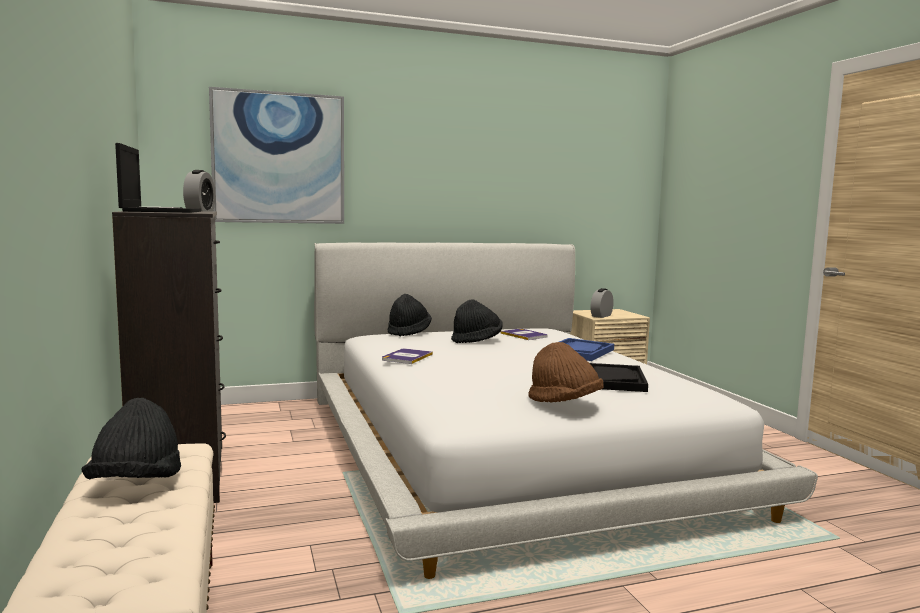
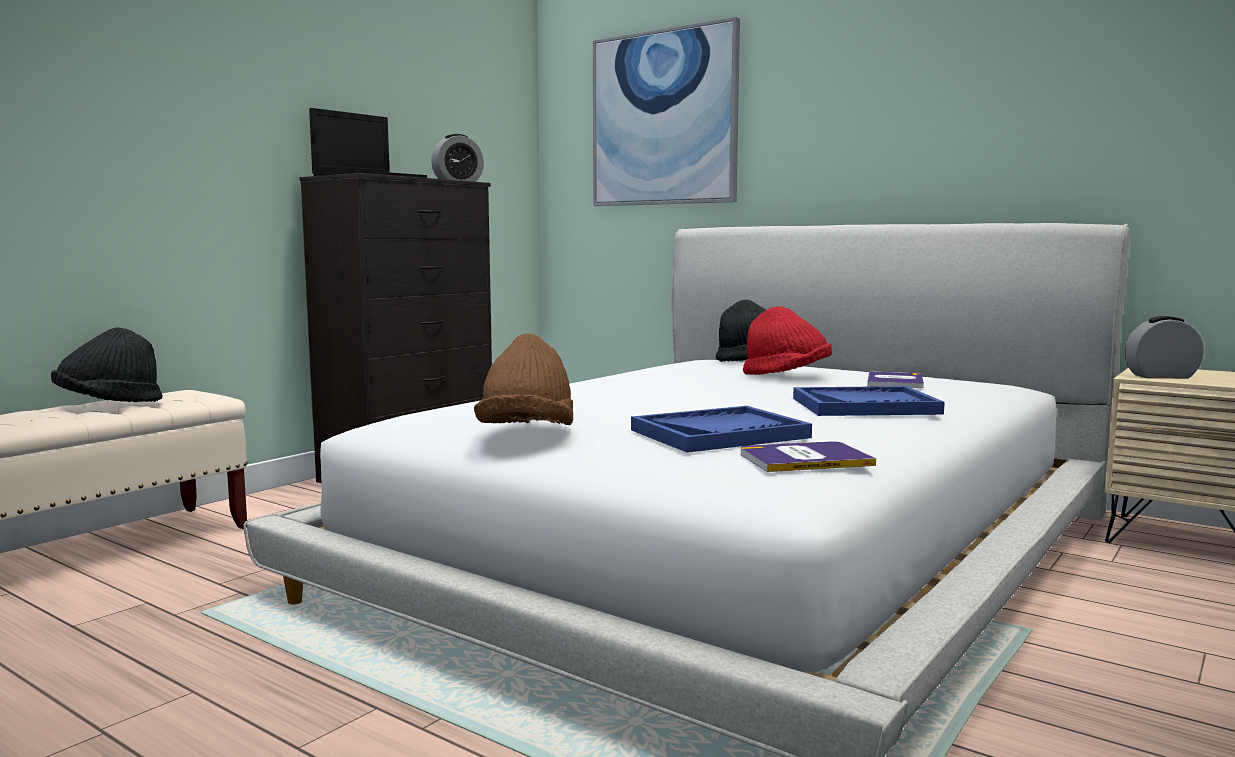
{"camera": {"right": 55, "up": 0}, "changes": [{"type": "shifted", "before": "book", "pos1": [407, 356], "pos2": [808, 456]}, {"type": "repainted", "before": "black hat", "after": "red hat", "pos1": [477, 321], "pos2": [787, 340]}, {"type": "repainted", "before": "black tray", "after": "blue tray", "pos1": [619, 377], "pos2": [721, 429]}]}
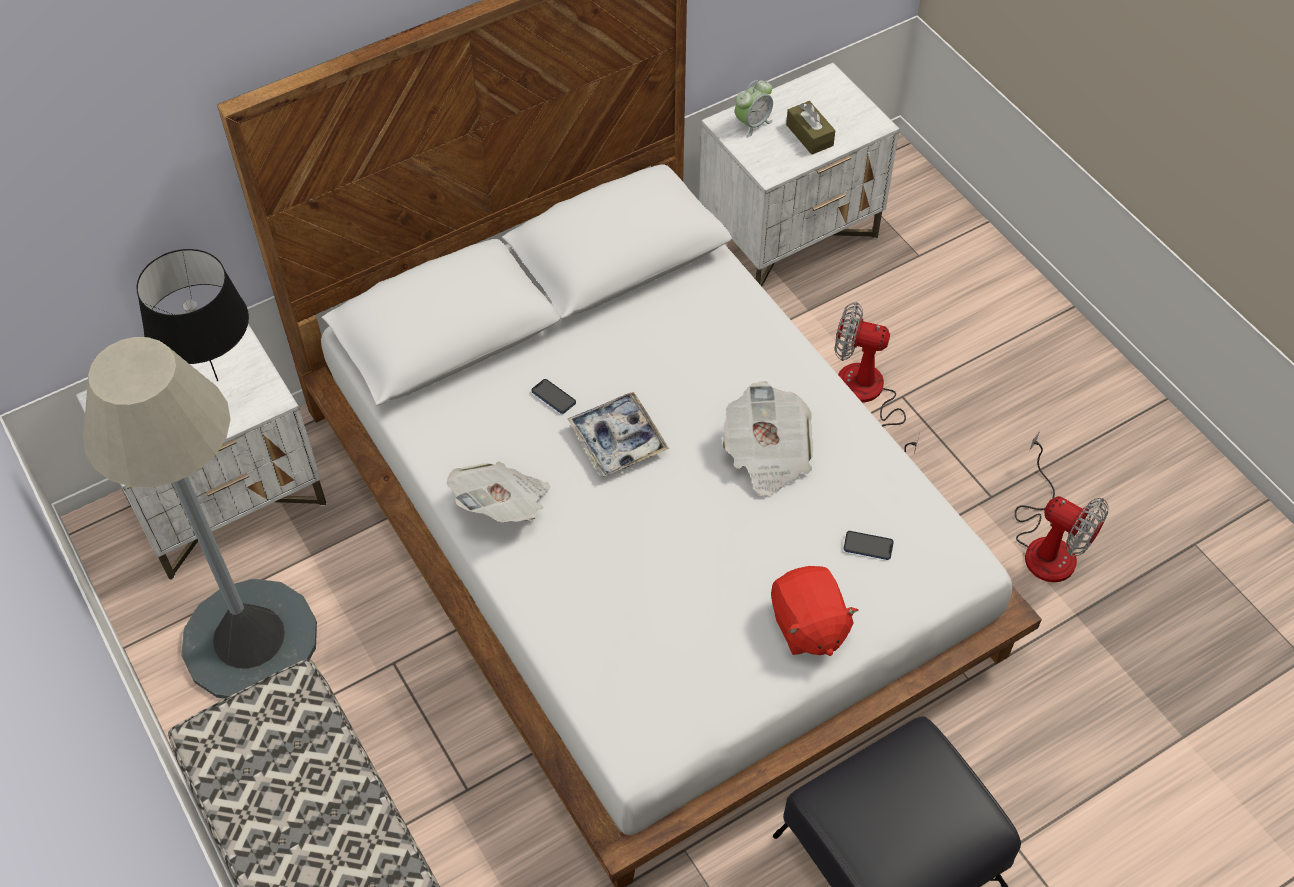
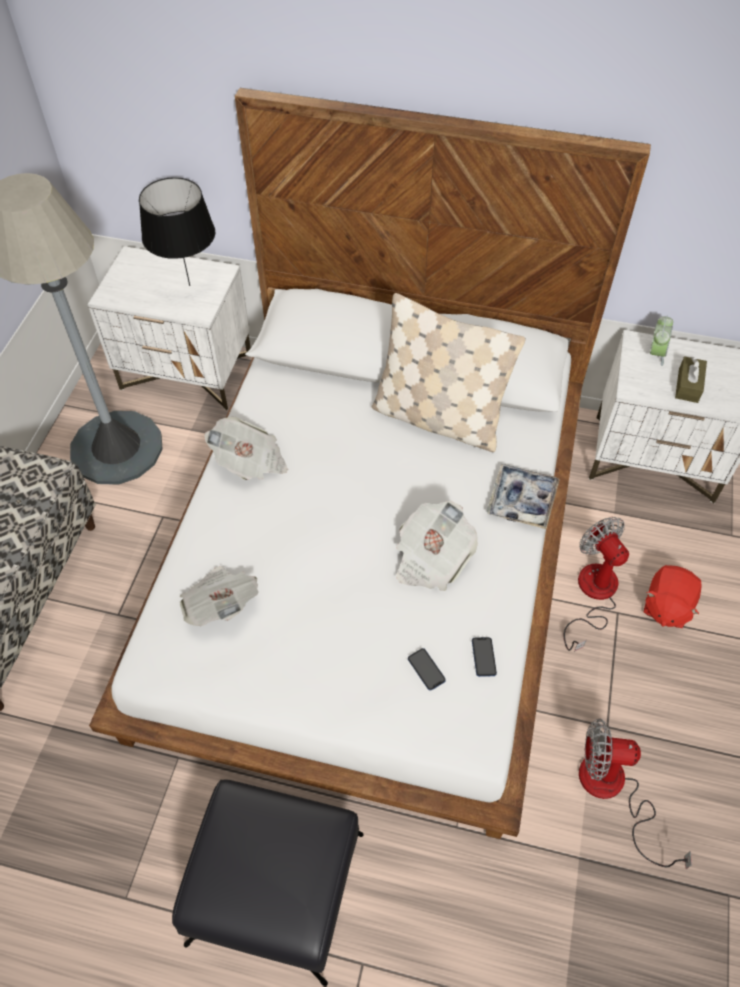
{"camera": {"right": 45, "up": 0}, "changes": [{"type": "shifted", "before": "phone", "pos1": [554, 396], "pos2": [484, 657]}, {"type": "shifted", "before": "tray", "pos1": [618, 434], "pos2": [523, 496]}, {"type": "rotated", "before": "alarm clock", "pos1": [754, 109], "pos2": [661, 341], "turn": -75}, {"type": "shifted", "before": "red plush toy", "pos1": [815, 611], "pos2": [672, 596]}, {"type": "rotated", "before": "fan", "pos1": [1061, 506], "pos2": [635, 794], "turn": 105}, {"type": "new", "after": "newspaper", "pos2": [219, 596]}, {"type": "new", "after": "beige pillow", "pos2": [448, 372]}]}
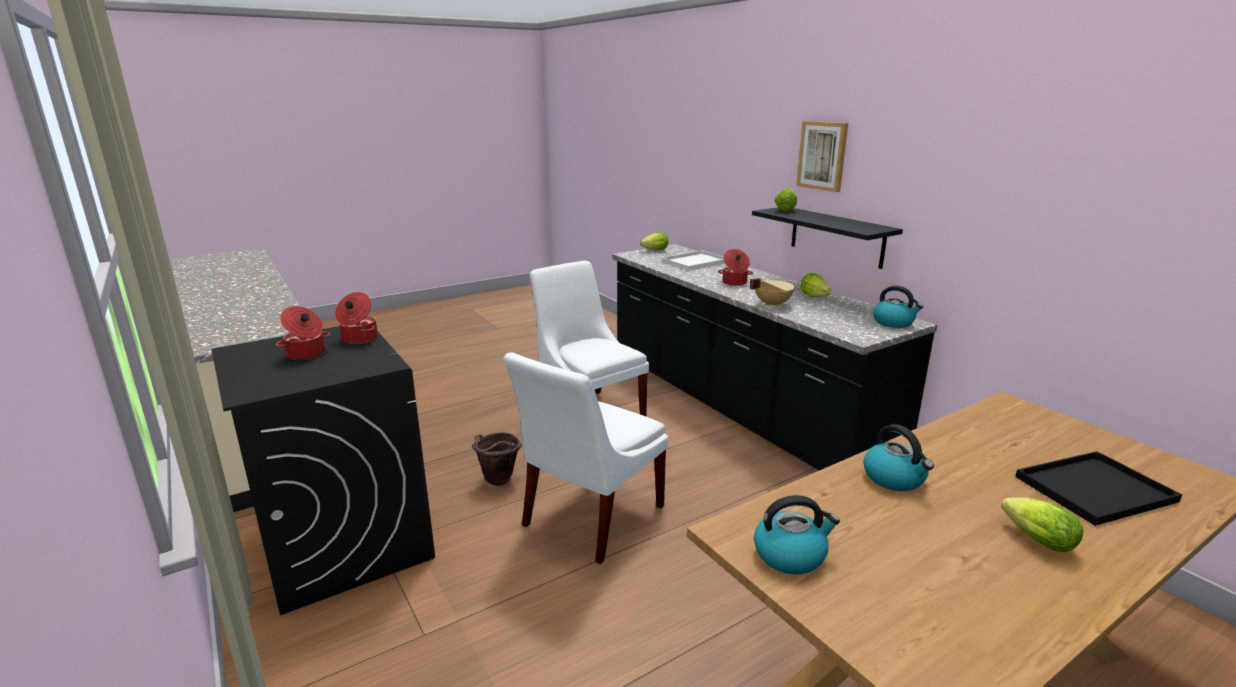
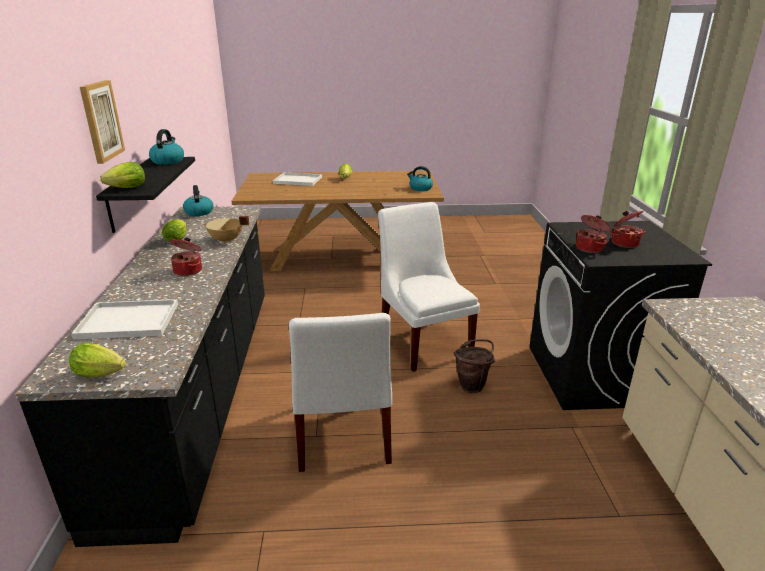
{"camera": {"right": -150, "up": 5}, "changes": [{"type": "rotated", "before": "white chair", "pos1": [586, 458], "pos2": [429, 287], "turn": -90}, {"type": "shifted", "before": "kettle", "pos1": [898, 457], "pos2": [166, 147]}, {"type": "repainted", "before": "black tray", "after": "white tray", "pos1": [1098, 488], "pos2": [297, 179]}]}
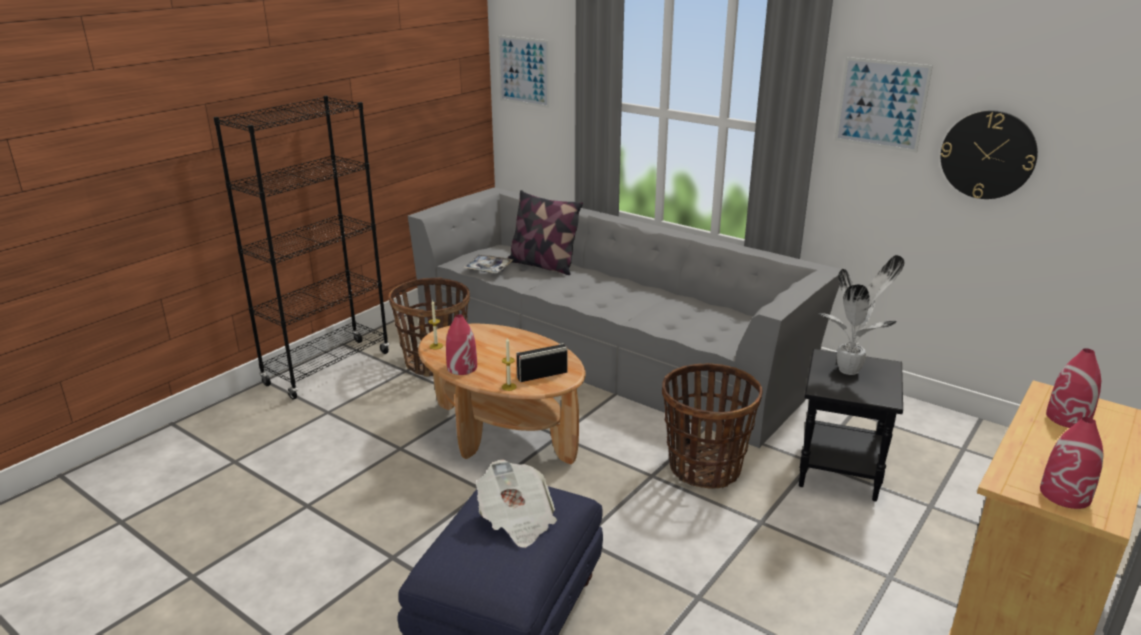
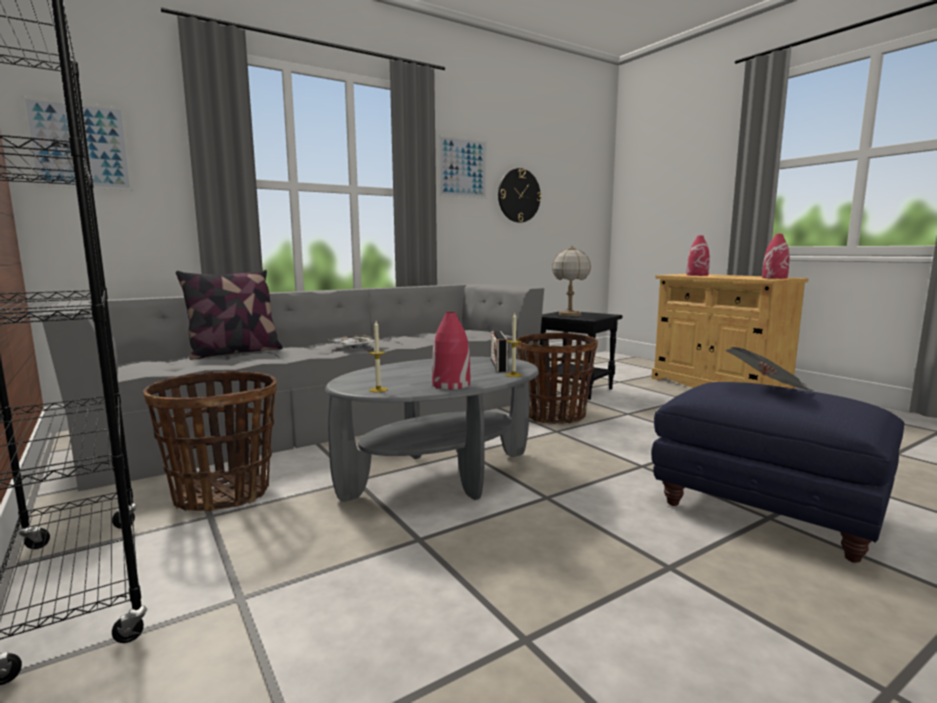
{"camera": {"right": -70, "up": -15}, "changes": [{"type": "repainted", "before": "brown coffee table", "after": "grey coffee table", "pos1": [502, 394], "pos2": [432, 429]}, {"type": "shifted", "before": "tray", "pos1": [488, 264], "pos2": [357, 341]}, {"type": "swapped", "before": "potted plant", "after": "table lamp", "pos1": [861, 315], "pos2": [571, 281]}]}
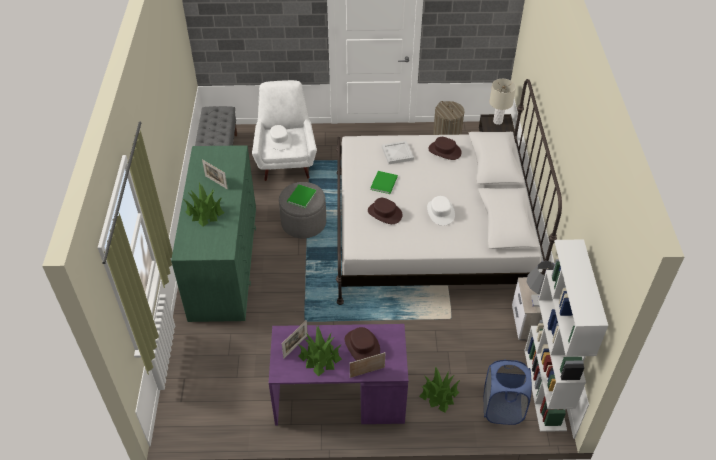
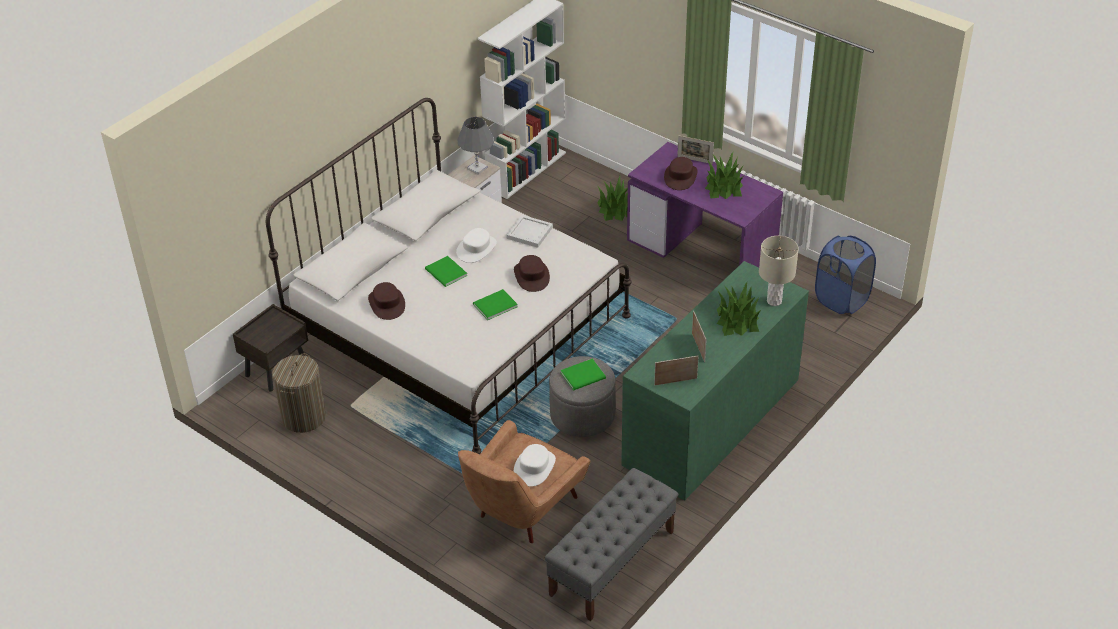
{"camera": {"right": -140, "up": -5}, "changes": [{"type": "repainted", "before": "white armchair", "after": "brown armchair", "pos1": [284, 130], "pos2": [524, 481]}, {"type": "shifted", "before": "picture frame", "pos1": [295, 339], "pos2": [676, 370]}, {"type": "shifted", "before": "white tray", "pos1": [398, 152], "pos2": [529, 231]}, {"type": "shifted", "before": "blue laundry basket", "pos1": [508, 392], "pos2": [845, 275]}, {"type": "shifted", "before": "beige table lamp", "pos1": [502, 102], "pos2": [779, 271]}, {"type": "new", "after": "green book", "pos2": [446, 271]}]}
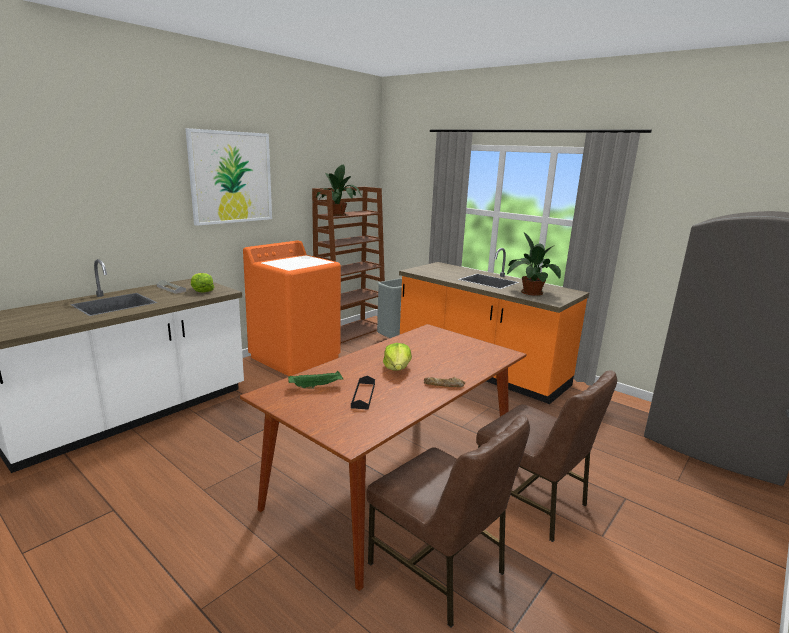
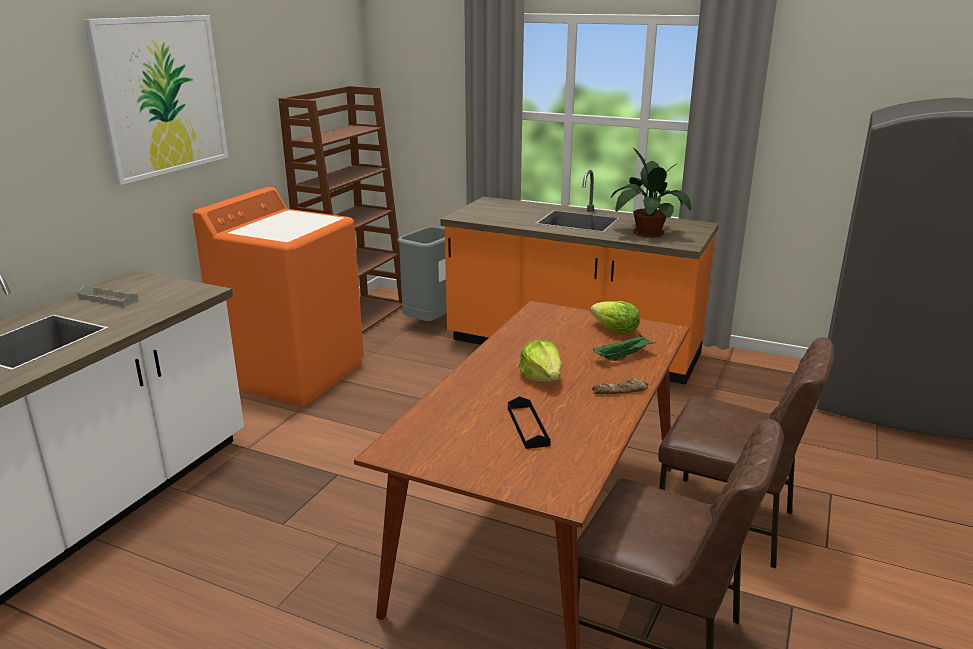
{"camera": {"right": -15, "up": 5}, "changes": [{"type": "shifted", "before": "lettuce", "pos1": [202, 282], "pos2": [615, 318]}, {"type": "shifted", "before": "green tray", "pos1": [315, 380], "pos2": [624, 347]}, {"type": "gone", "before": "potted plant", "pos1": [339, 190]}]}
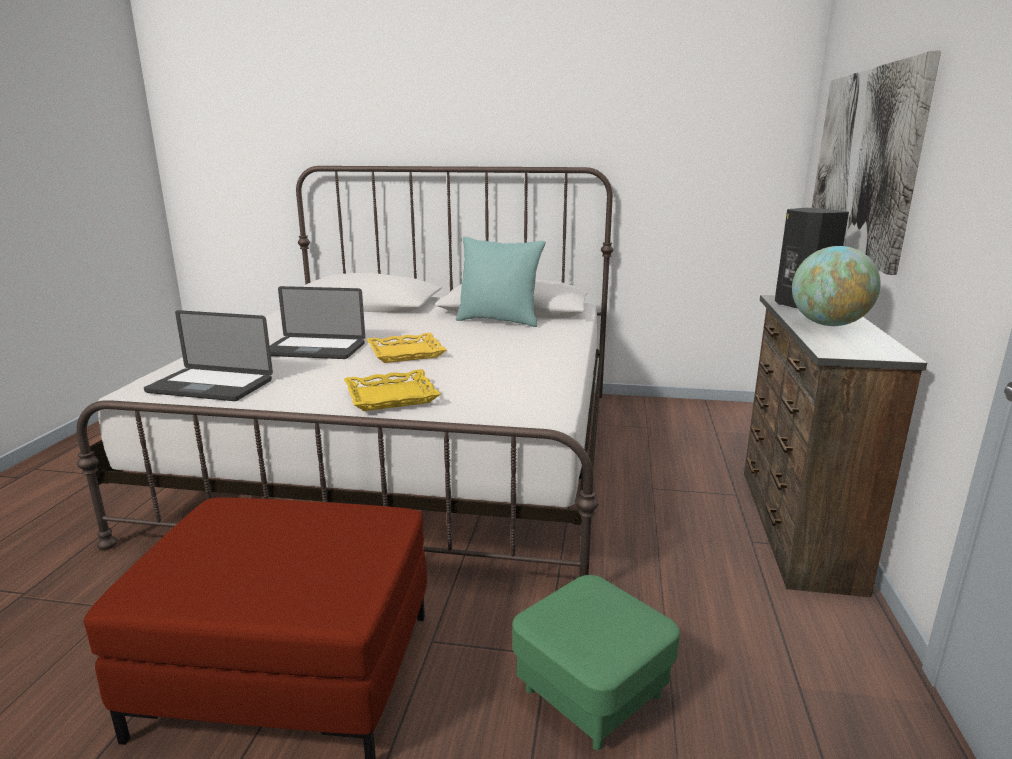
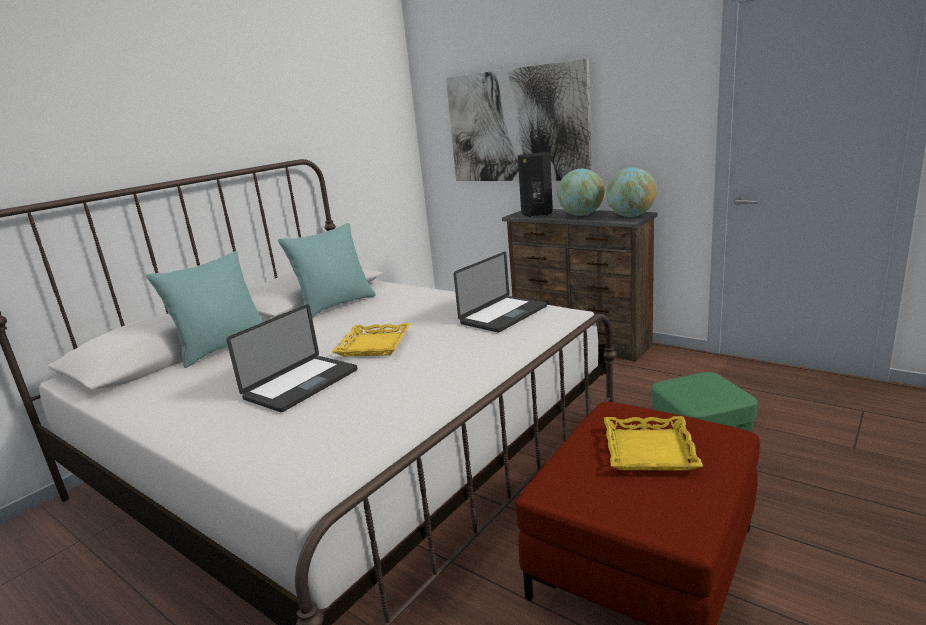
{"camera": {"right": -60, "up": 0}, "changes": [{"type": "shifted", "before": "laptop", "pos1": [208, 355], "pos2": [500, 292]}, {"type": "shifted", "before": "yellow tray", "pos1": [392, 390], "pos2": [653, 443]}, {"type": "new", "after": "turquoise pillow", "pos2": [205, 309]}, {"type": "new", "after": "globe", "pos2": [631, 192]}]}
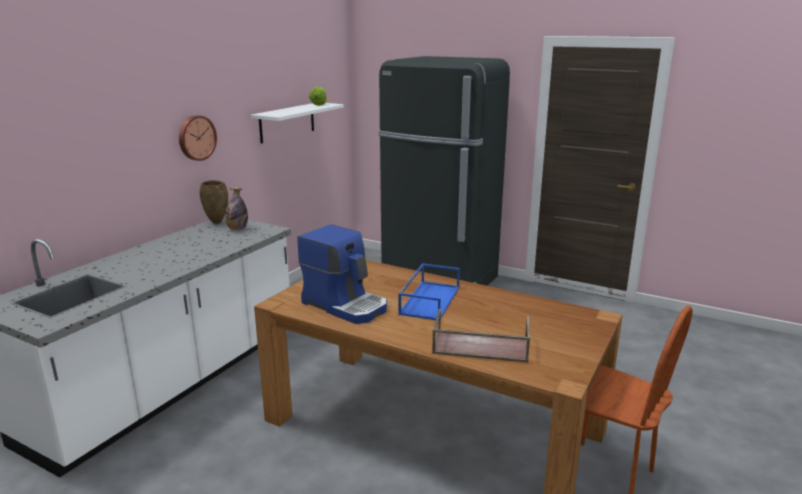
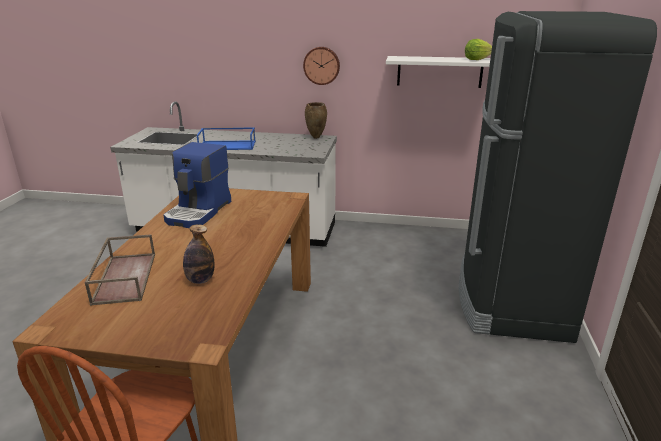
{"camera": {"right": 70, "up": 5}, "changes": [{"type": "shifted", "before": "bottle", "pos1": [236, 208], "pos2": [198, 254]}, {"type": "shifted", "before": "blue tray", "pos1": [429, 291], "pos2": [226, 138]}]}
